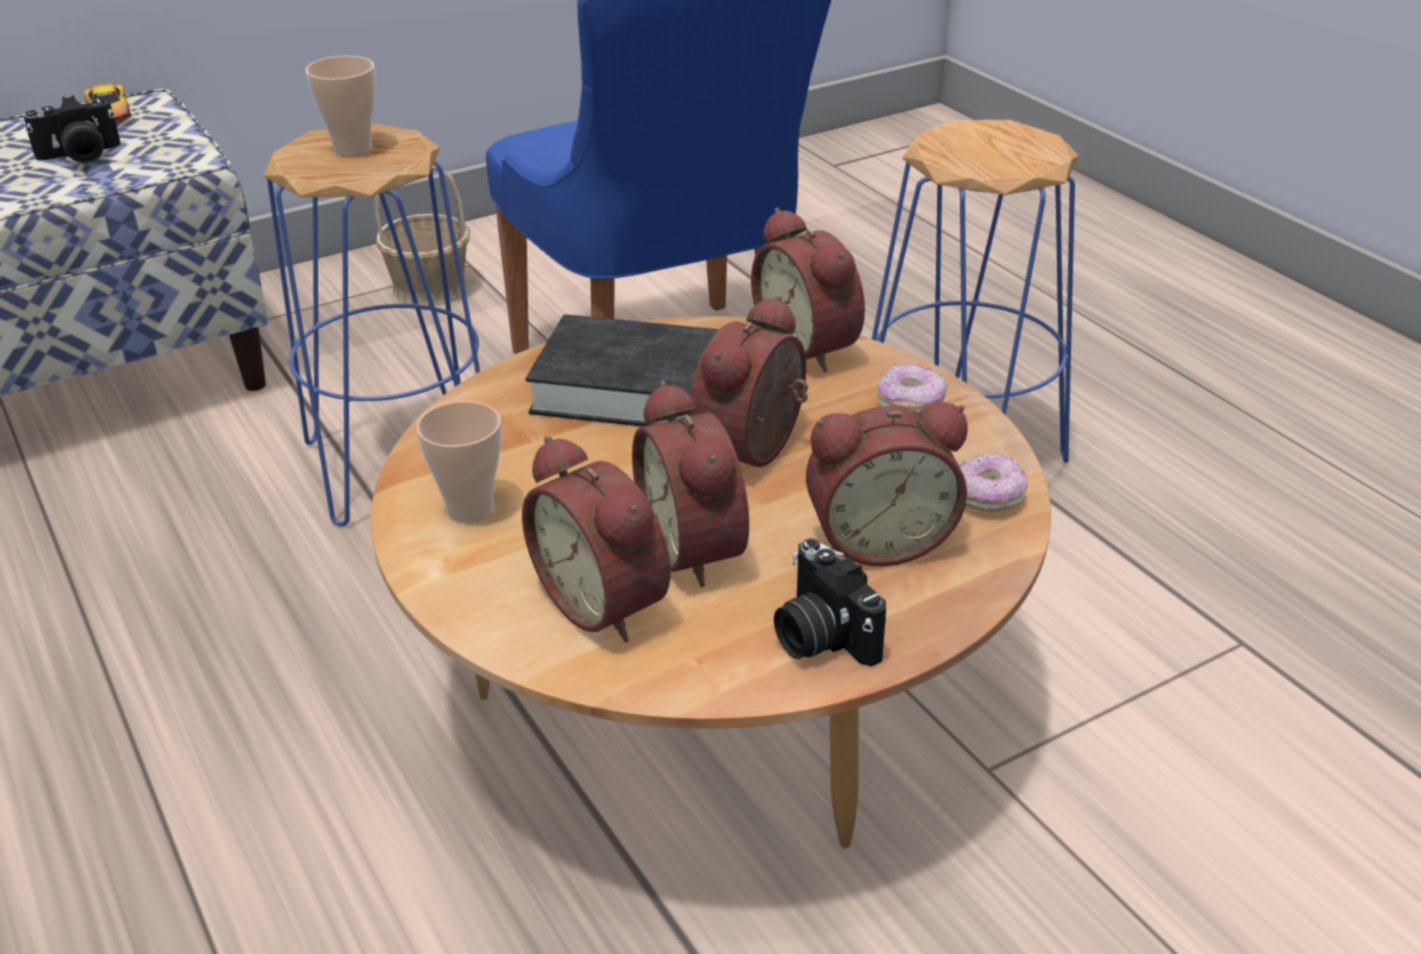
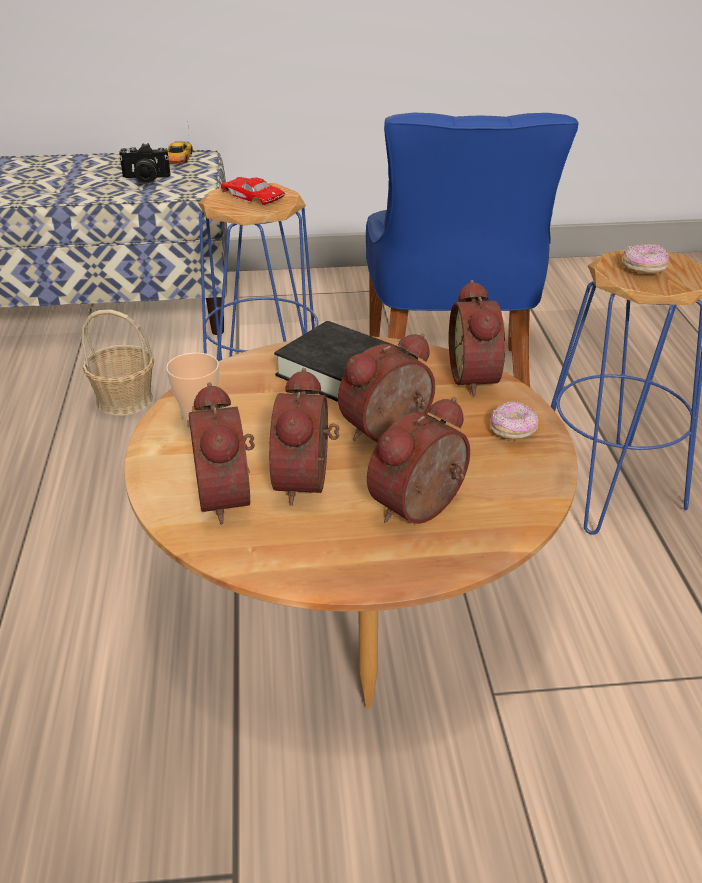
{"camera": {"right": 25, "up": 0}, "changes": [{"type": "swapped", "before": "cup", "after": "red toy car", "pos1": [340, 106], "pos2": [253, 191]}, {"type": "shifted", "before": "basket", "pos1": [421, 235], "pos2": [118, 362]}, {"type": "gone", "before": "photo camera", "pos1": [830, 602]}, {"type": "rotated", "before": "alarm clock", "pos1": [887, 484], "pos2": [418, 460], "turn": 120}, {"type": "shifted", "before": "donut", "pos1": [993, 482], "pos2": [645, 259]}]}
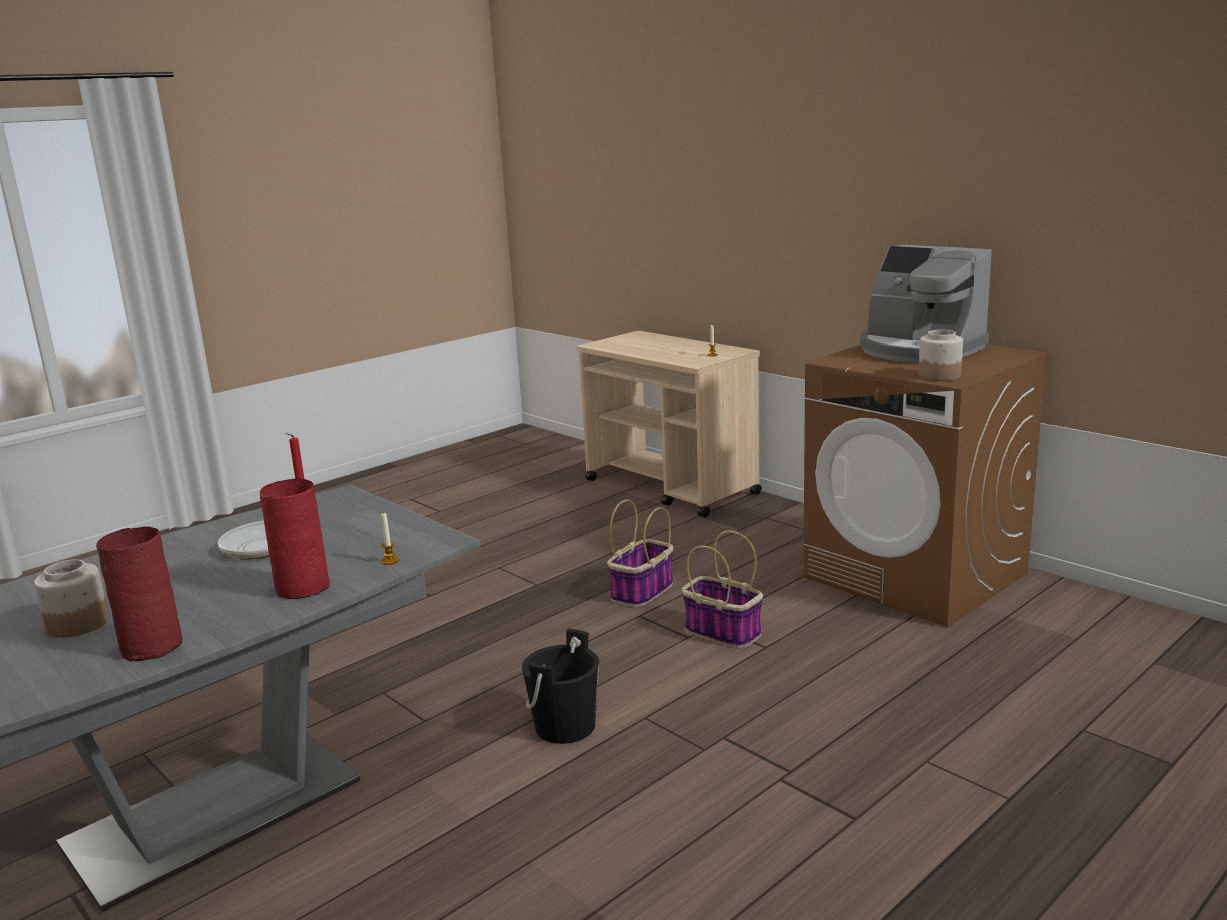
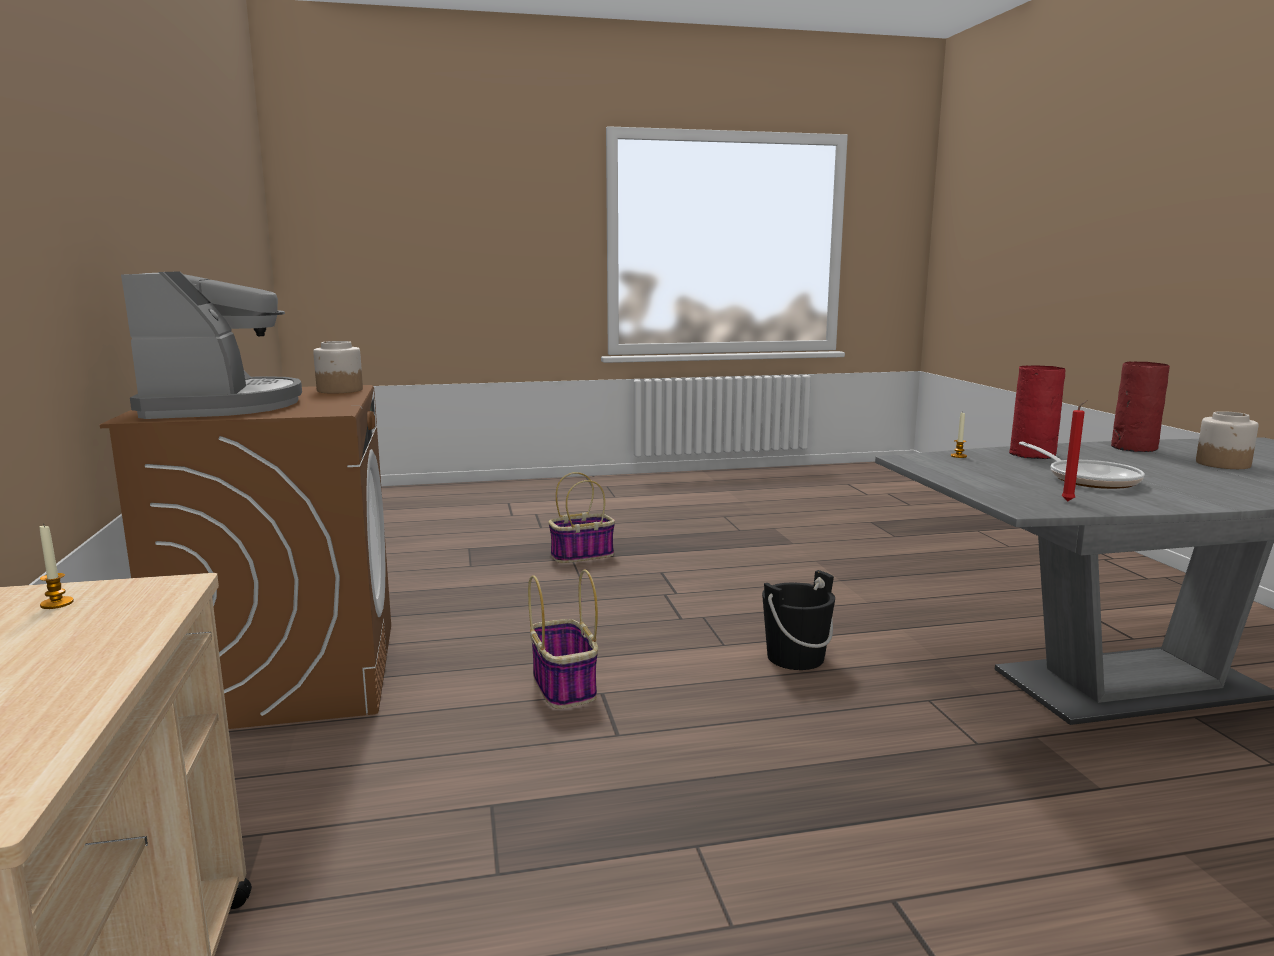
{"camera": {"right": -150, "up": -5}, "changes": [{"type": "shifted", "before": "basket", "pos1": [640, 553], "pos2": [581, 517]}]}
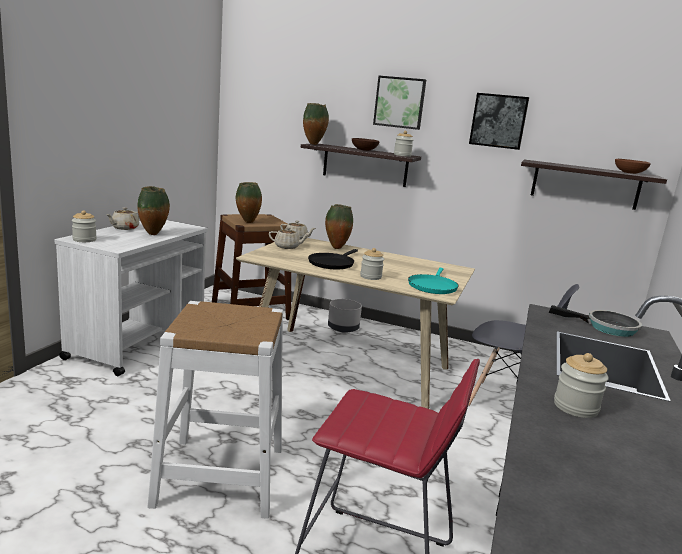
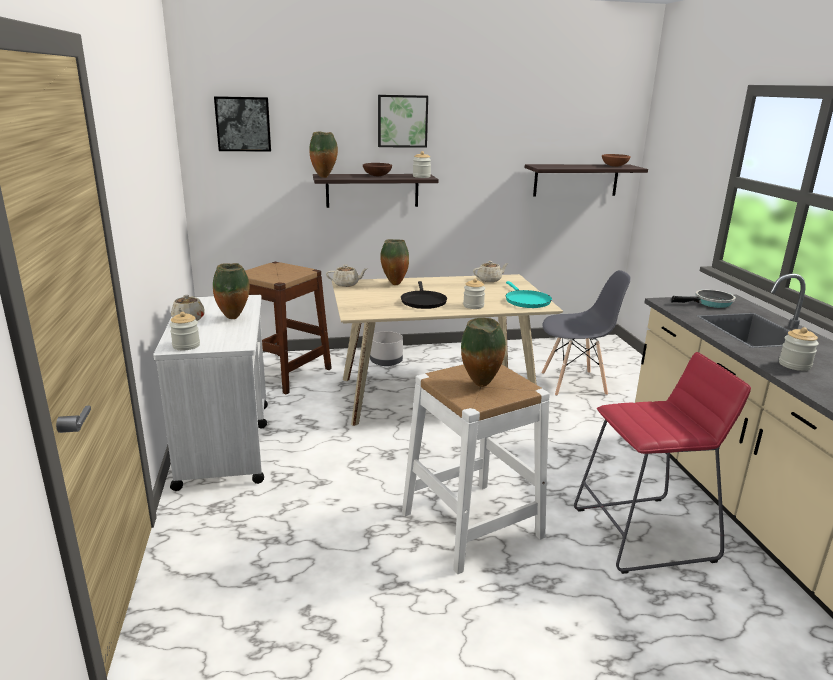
{"camera": {"right": -30, "up": 5}, "changes": [{"type": "shifted", "before": "vase", "pos1": [249, 202], "pos2": [483, 352]}, {"type": "shifted", "before": "beige teapot", "pos1": [289, 238], "pos2": [491, 271]}, {"type": "shifted", "before": "picture", "pos1": [499, 121], "pos2": [242, 123]}]}
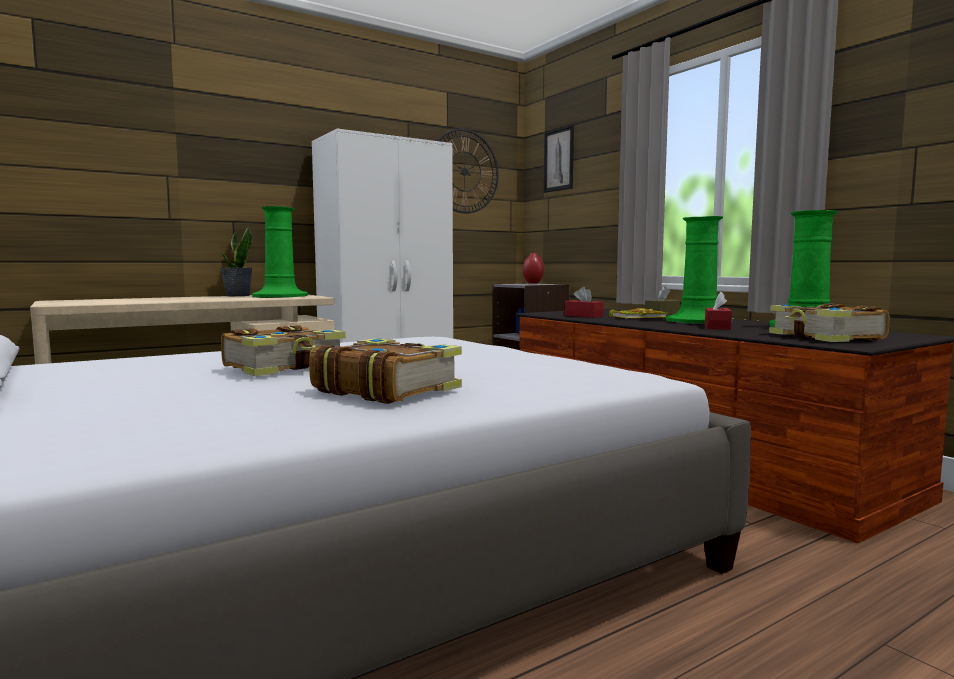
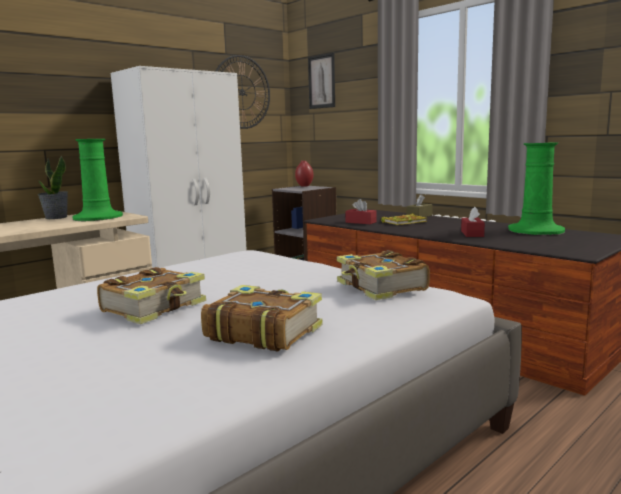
{"camera": {"right": -10, "up": 5}, "changes": [{"type": "gone", "before": "green vase", "pos1": [699, 270]}, {"type": "shifted", "before": "book", "pos1": [829, 322], "pos2": [383, 275]}]}
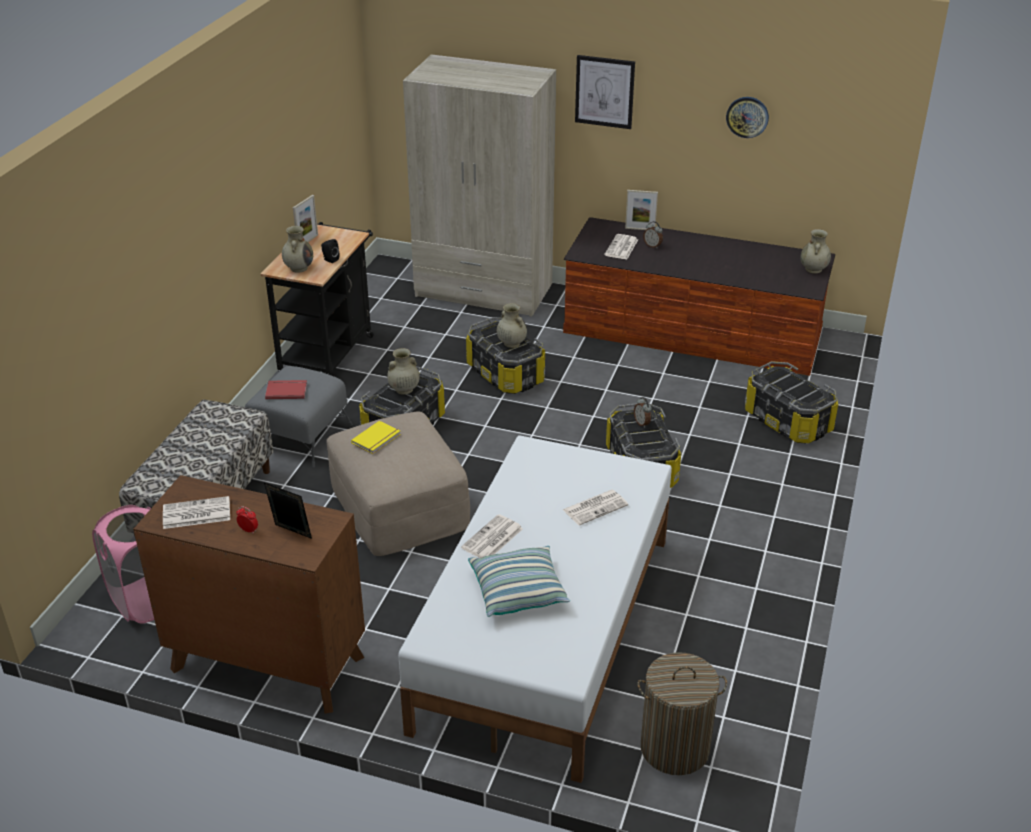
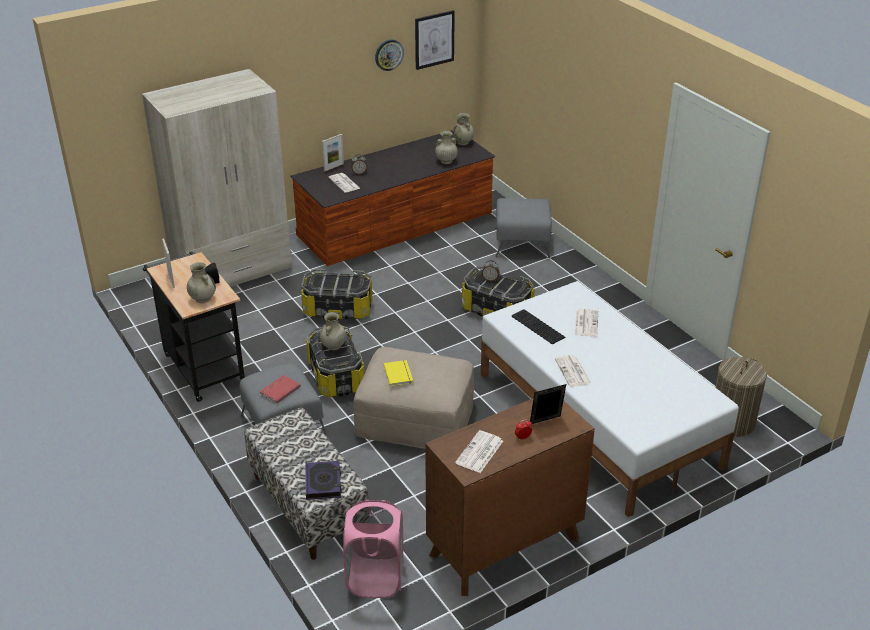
{"camera": {"right": -50, "up": 0}, "changes": [{"type": "gone", "before": "pillow", "pos1": [519, 581]}, {"type": "shifted", "before": "beige vase", "pos1": [512, 325], "pos2": [446, 147]}, {"type": "shifted", "before": "picture", "pos1": [605, 92], "pos2": [435, 40]}, {"type": "swapped", "before": "storage box", "after": "grey ottoman", "pos1": [791, 402], "pos2": [523, 228]}, {"type": "new", "after": "book", "pos2": [323, 480]}, {"type": "new", "after": "keyboard", "pos2": [538, 326]}]}
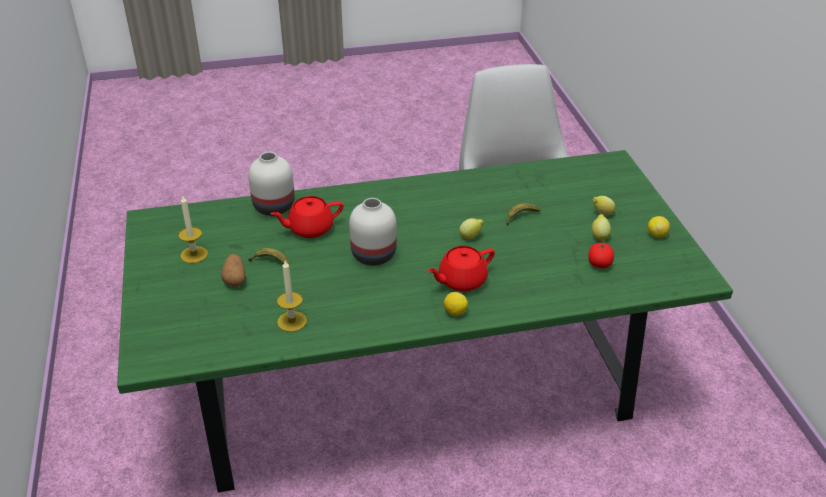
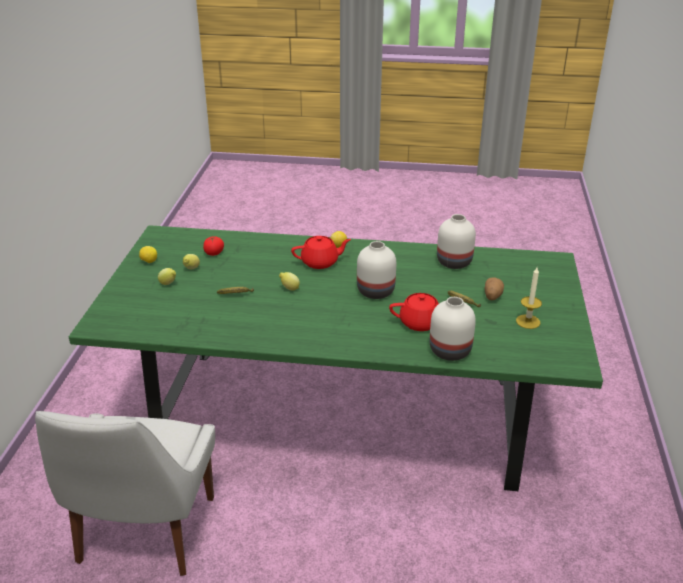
{"camera": {"right": -160, "up": -5}, "changes": [{"type": "swapped", "before": "candle", "after": "white vase", "pos1": [292, 296], "pos2": [456, 241]}]}
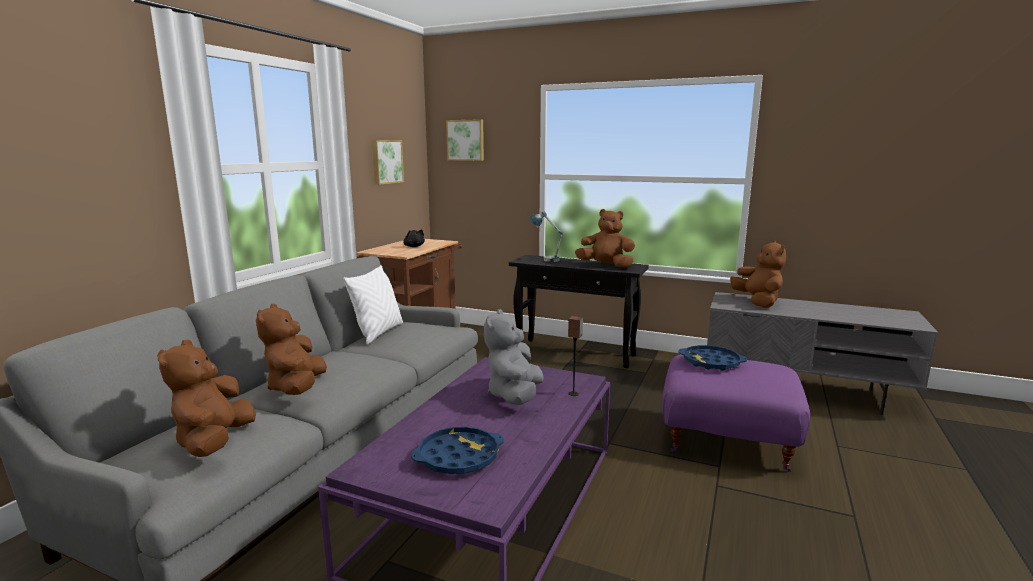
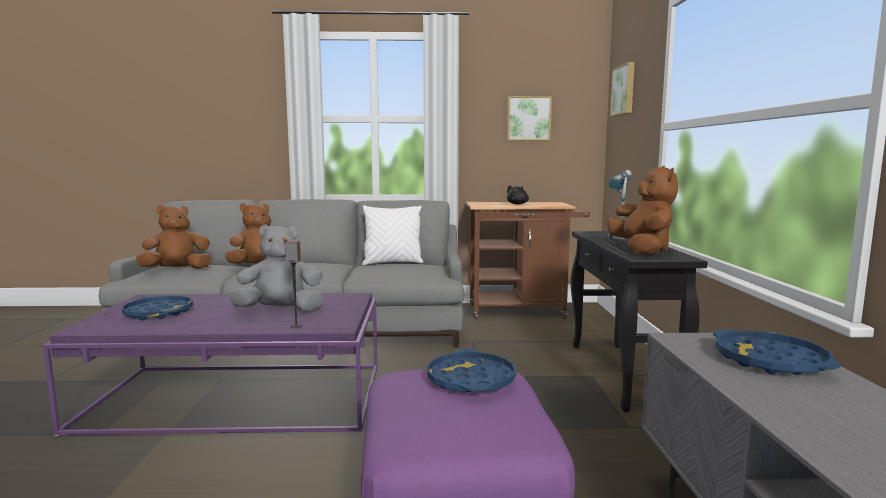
{"camera": {"right": 65, "up": -5}, "changes": [{"type": "swapped", "before": "brown plush toy", "after": "blue tray", "pos1": [758, 274], "pos2": [777, 352]}]}
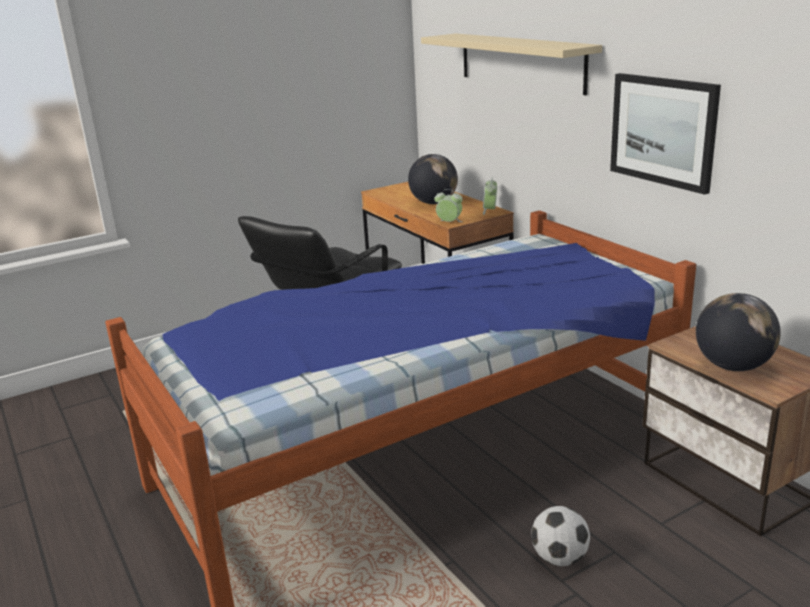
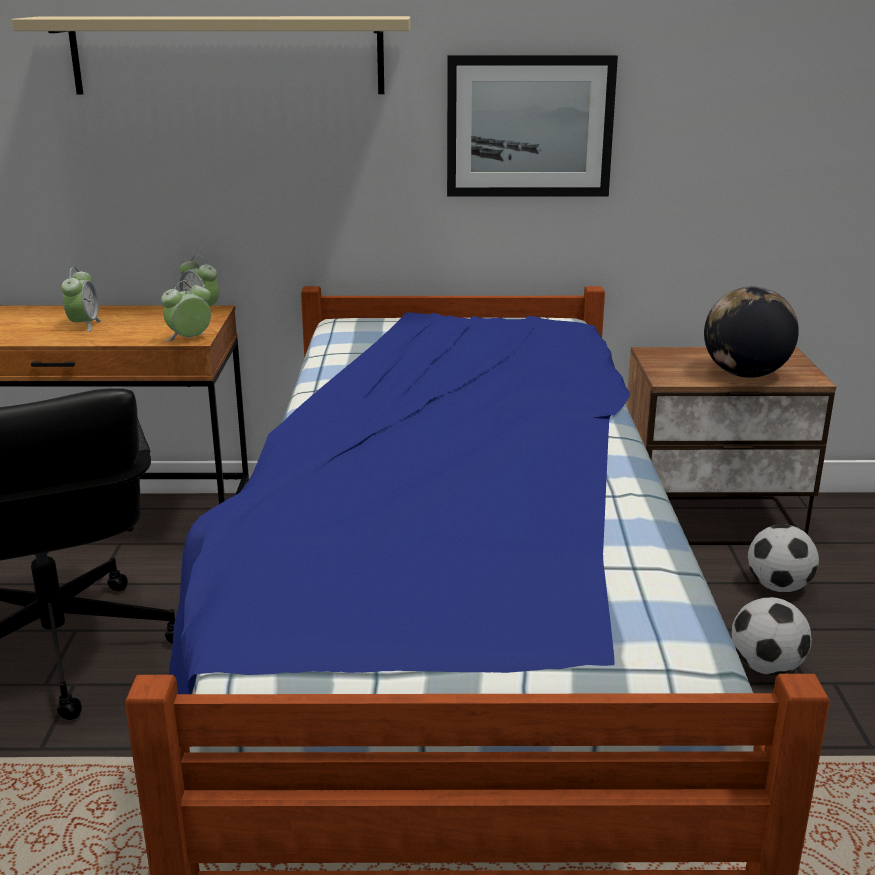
{"camera": {"right": -60, "up": 0}, "changes": [{"type": "swapped", "before": "globe", "after": "alarm clock", "pos1": [433, 179], "pos2": [81, 299]}, {"type": "new", "after": "football", "pos2": [783, 558]}]}
